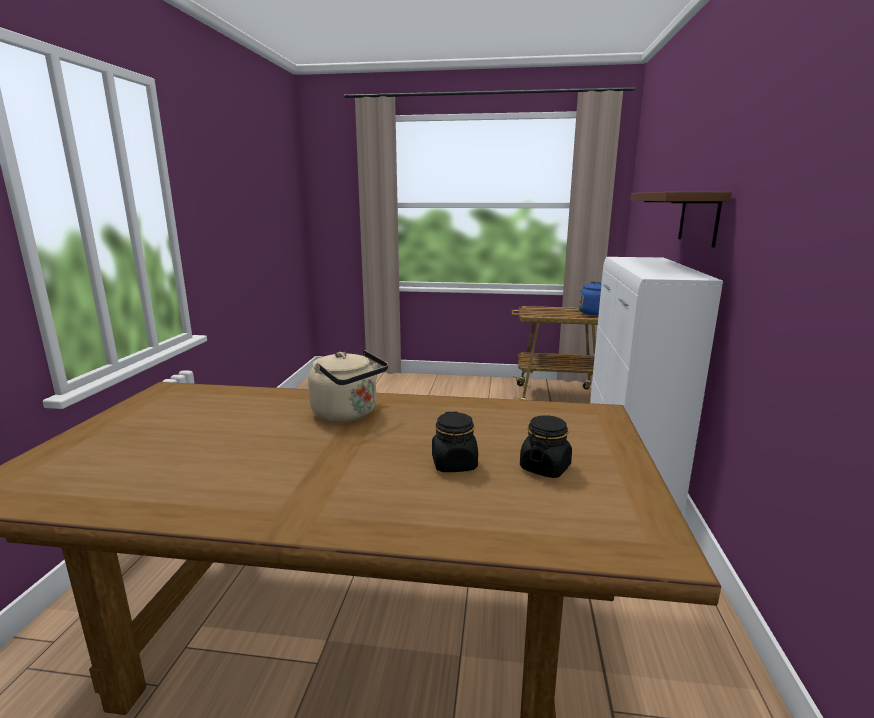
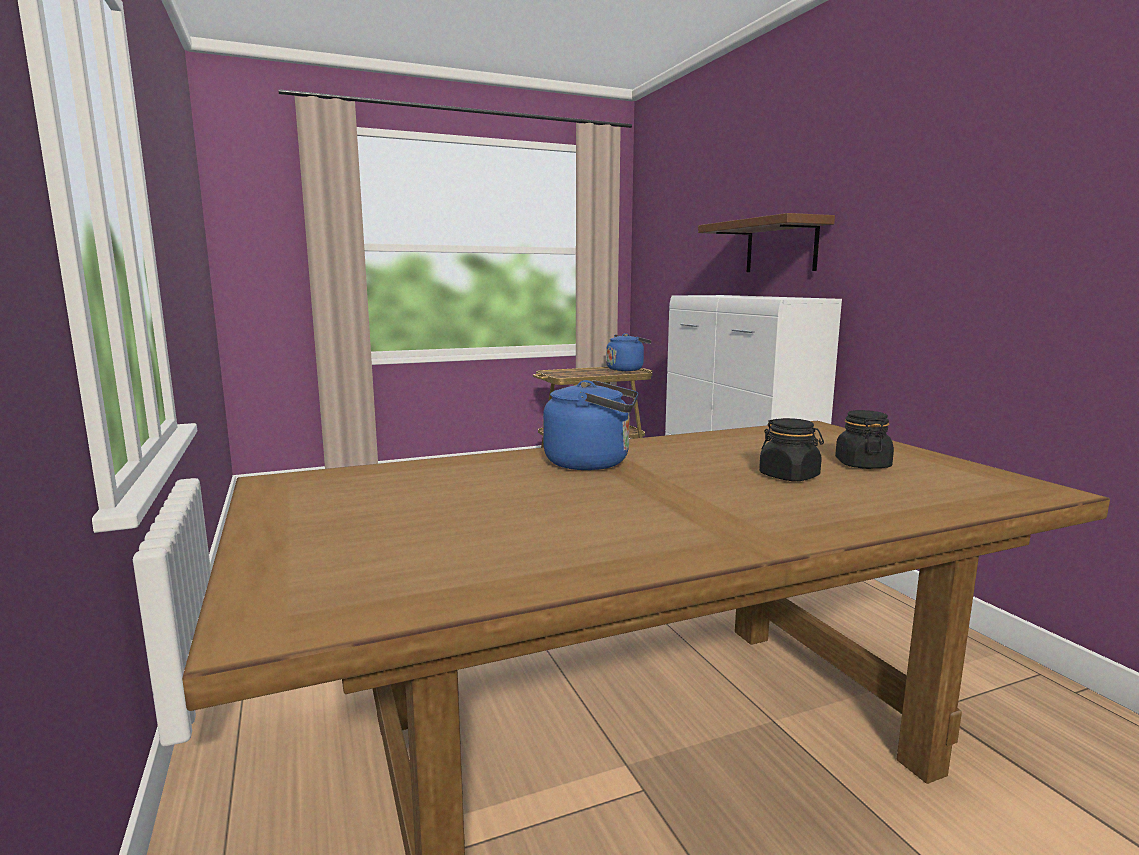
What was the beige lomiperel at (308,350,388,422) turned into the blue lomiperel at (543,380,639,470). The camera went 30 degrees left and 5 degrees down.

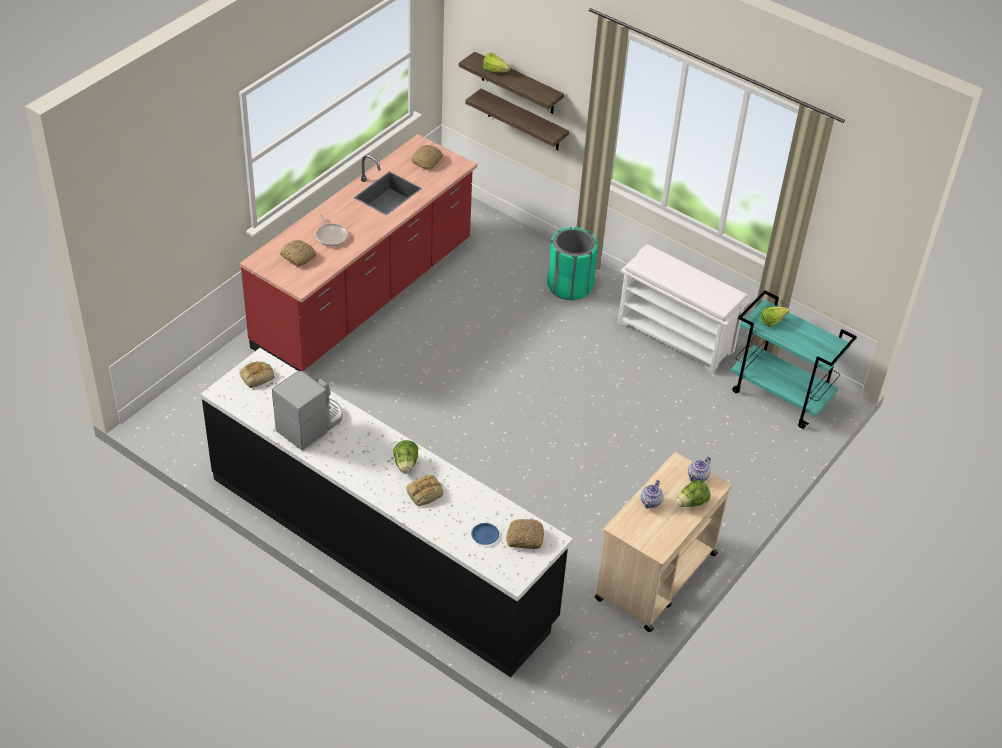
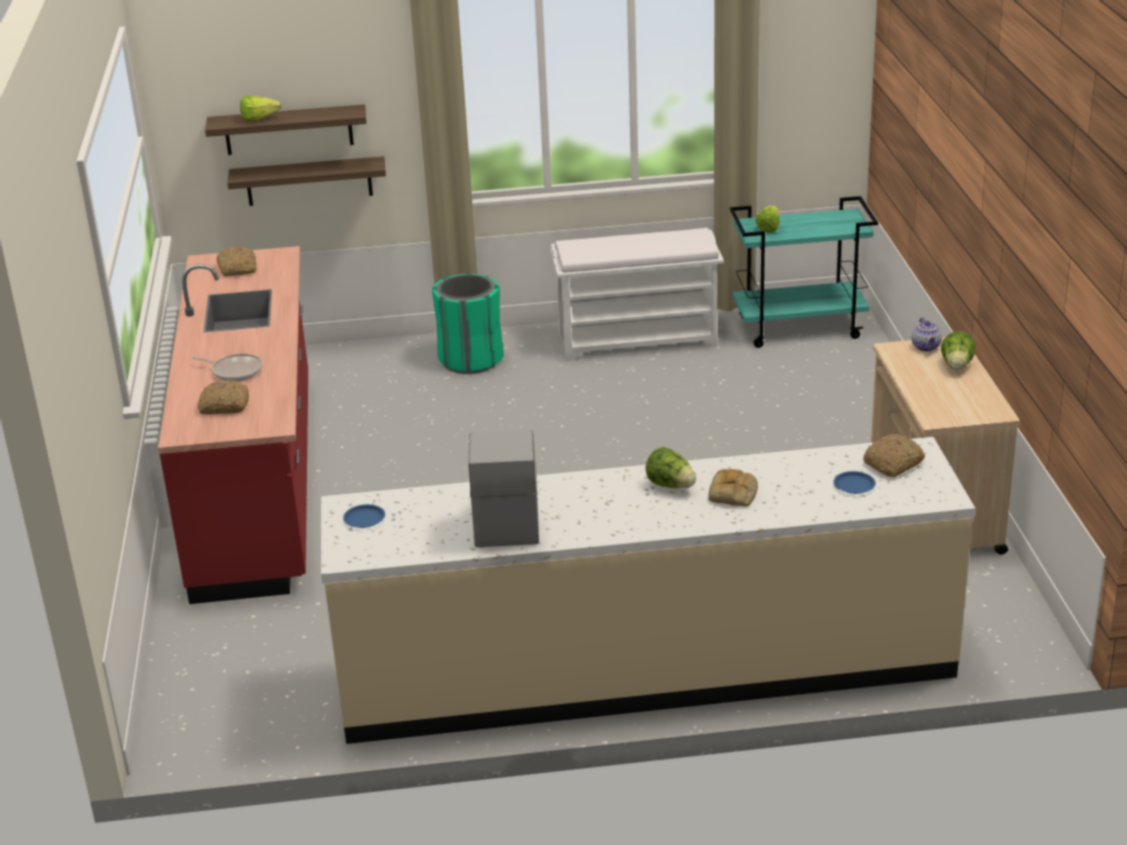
The second view lost the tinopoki at (641,480,663,508). Where the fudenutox stood at (240,361,274,388), the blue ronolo came to stand at (343,504,385,528). What was the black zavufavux at (201,348,573,677) turned into the beige zavufavux at (321,437,975,744). The camera went 40 degrees left and 15 degrees down.

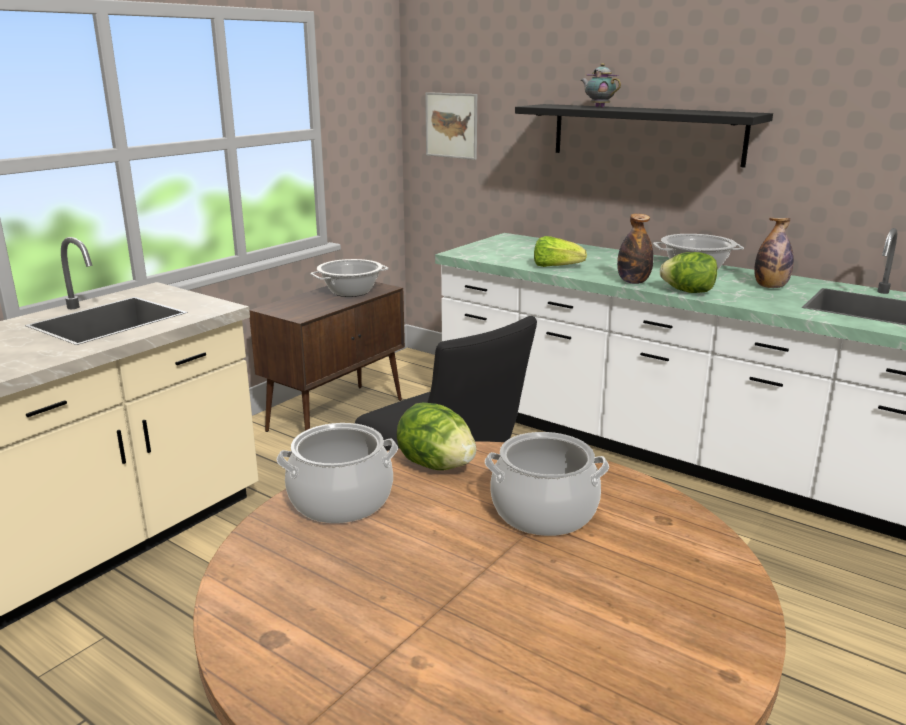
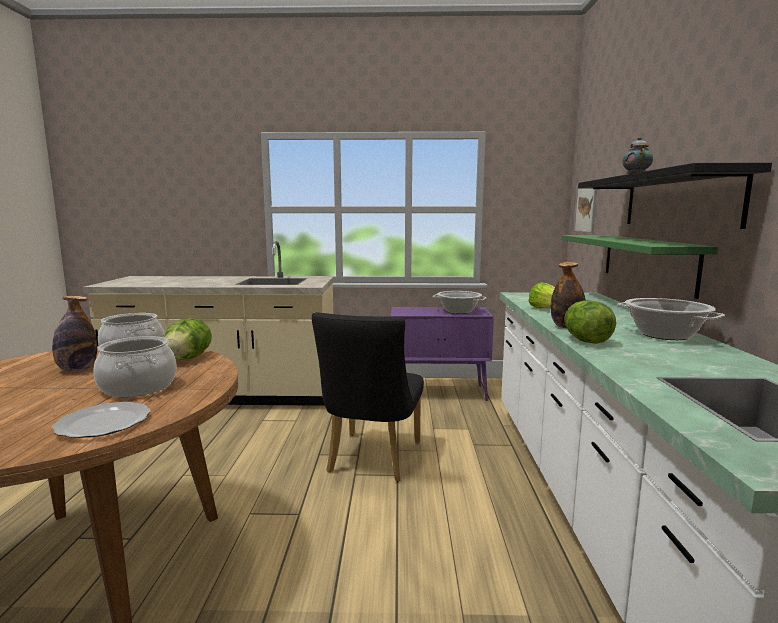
The second view gained the ronolo at (52,402,151,438). The second view gained the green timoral at (561,235,718,299). The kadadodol ended up elsewhere, having gone from (754,218,794,288) to (52,296,97,371). What was the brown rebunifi at (249,282,405,432) turned into the purple rebunifi at (391,307,494,401). The camera went 55 degrees right and 10 degrees down.

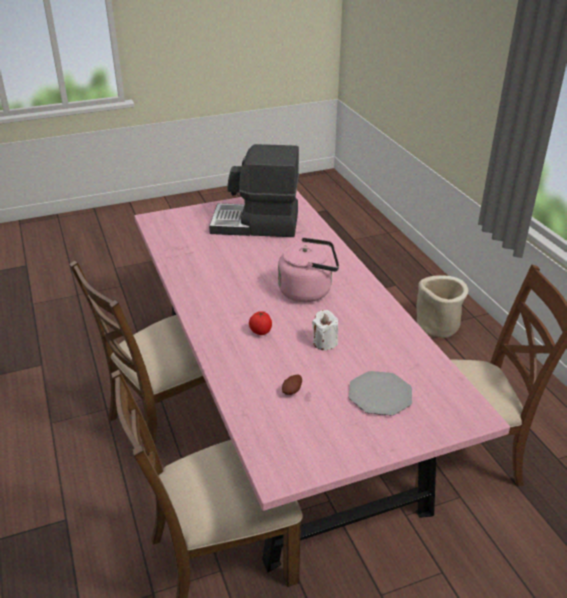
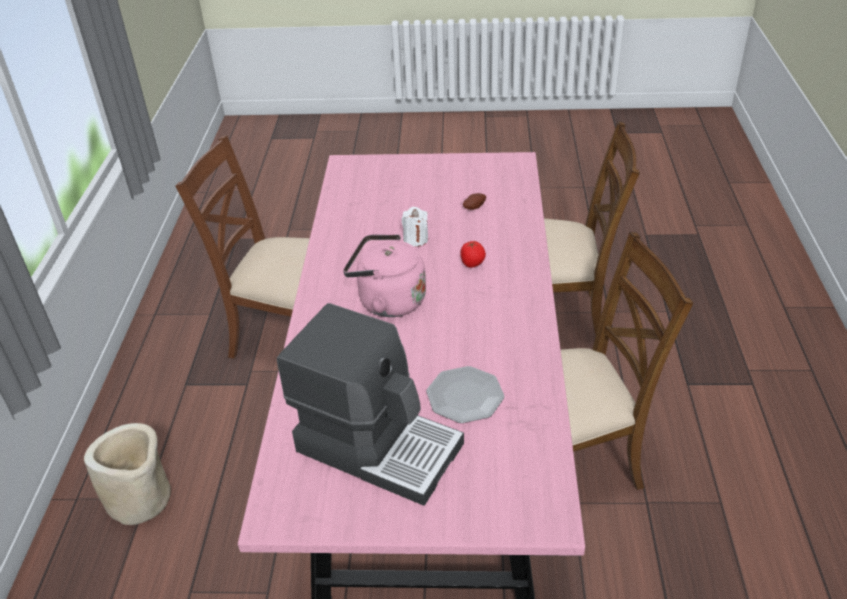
The ronolo ended up elsewhere, having gone from (349,371,412,416) to (426,366,504,423). The camera went 155 degrees left and 5 degrees up.

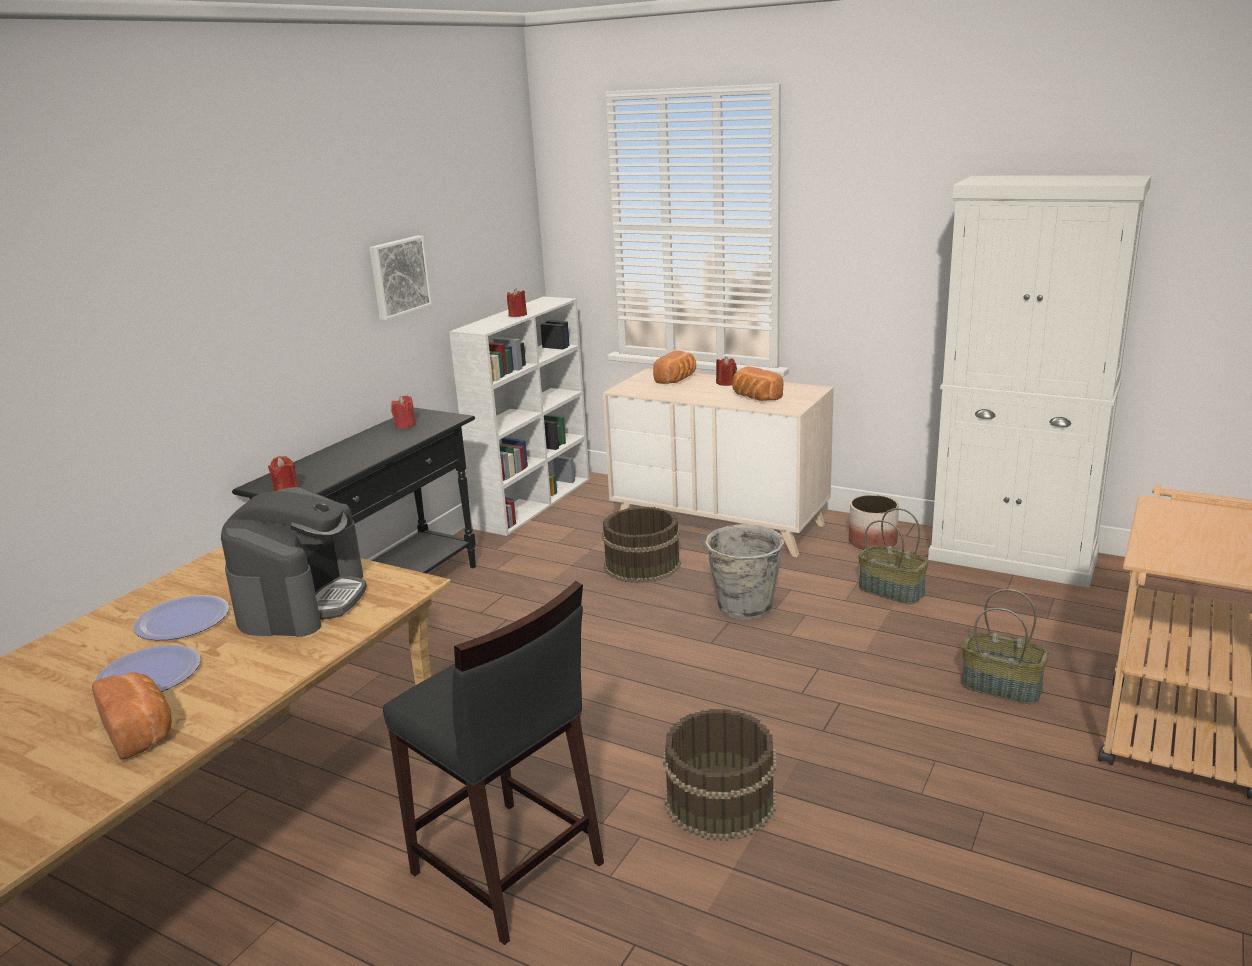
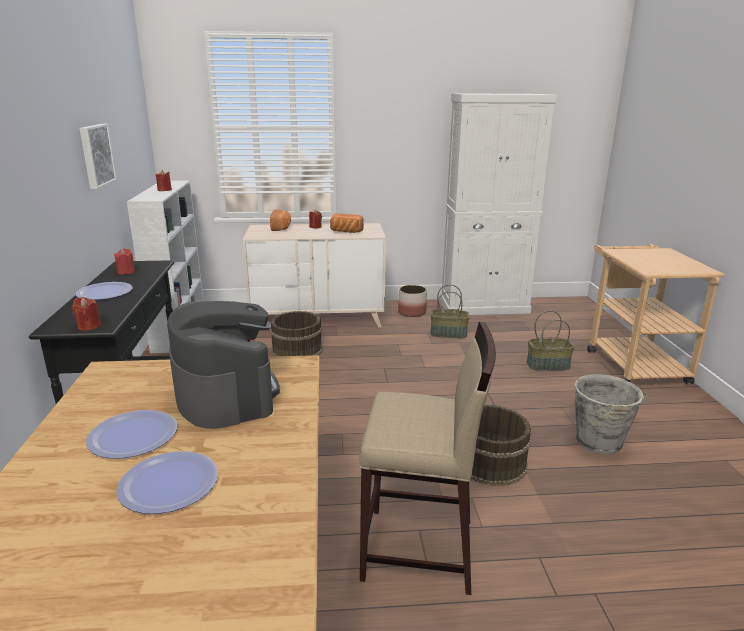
The second view lost the fudenutox at (92,672,172,760). The second view gained the ronolo at (75,282,133,300). The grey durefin ended up elsewhere, having gone from (701,524,784,620) to (574,374,647,455). What was the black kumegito at (383,581,604,945) turned into the beige kumegito at (359,322,496,595). The camera went 35 degrees left and 0 degrees up.

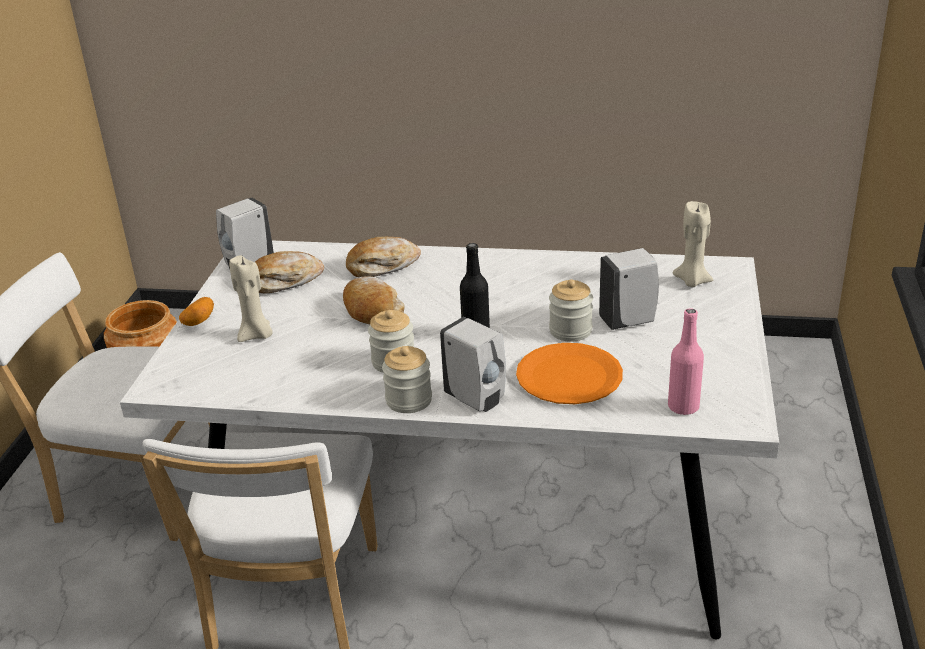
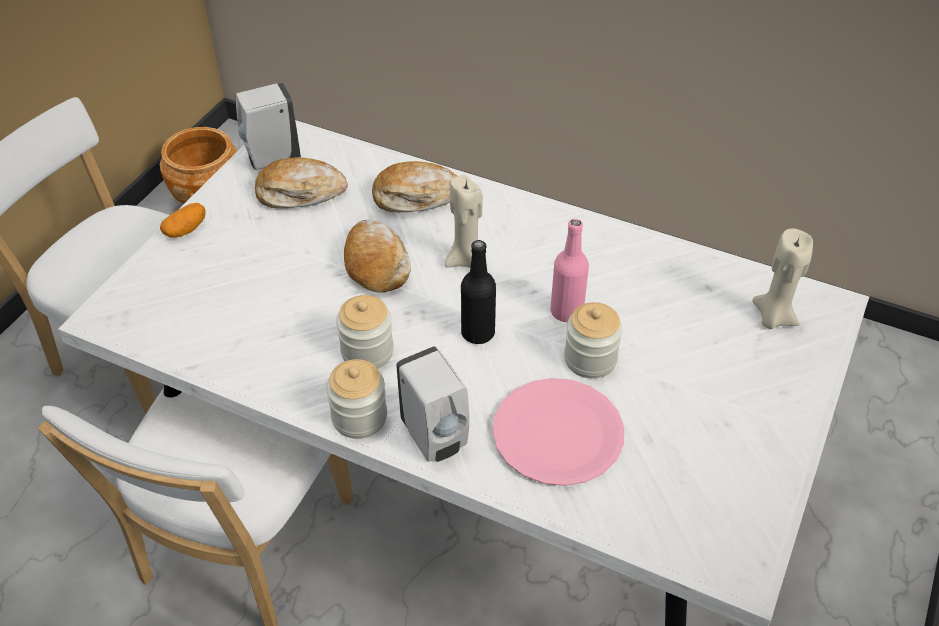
The second view lost the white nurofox at (599,248,659,330). The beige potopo ended up elsewhere, having gone from (229,255,273,342) to (444,175,483,268). The pink kadadodol ended up elsewhere, having gone from (668,309,704,415) to (550,219,589,322). What was the orange ronolo at (516,343,623,404) turned into the pink ronolo at (492,378,624,486). The camera went 15 degrees right and 15 degrees up.

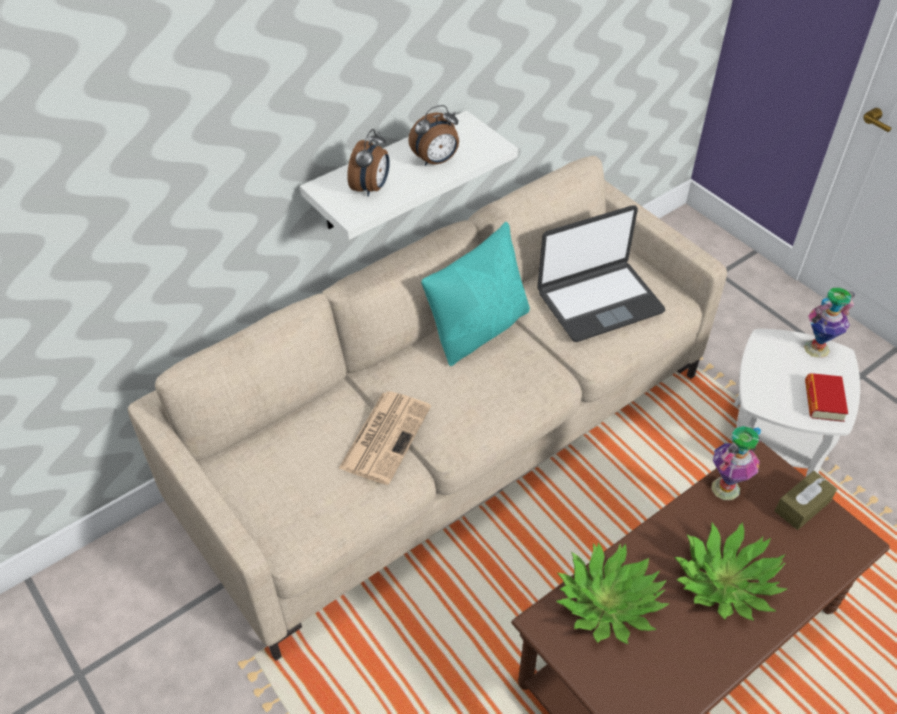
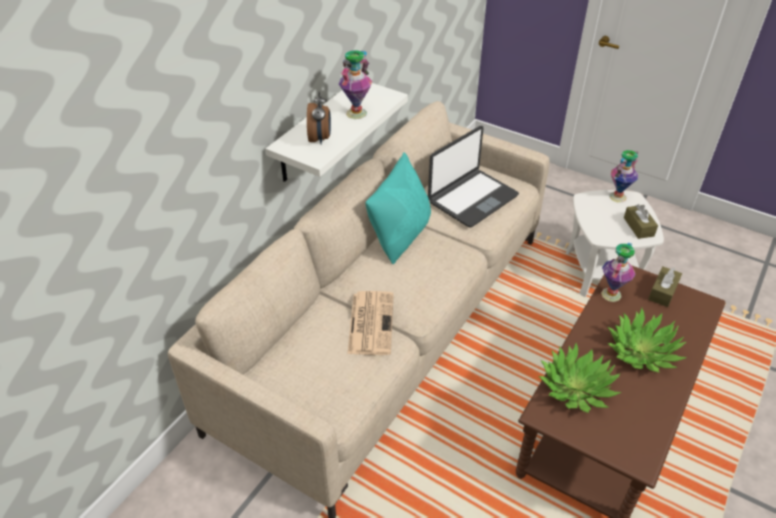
Where the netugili stood at (408,105,459,166), the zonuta came to stand at (339,50,372,119). Where the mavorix stood at (805,373,848,422), the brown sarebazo came to stand at (624,204,658,239). The camera went 20 degrees left and 5 degrees down.

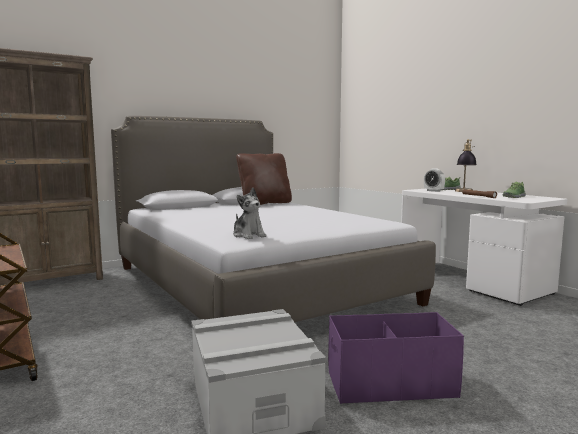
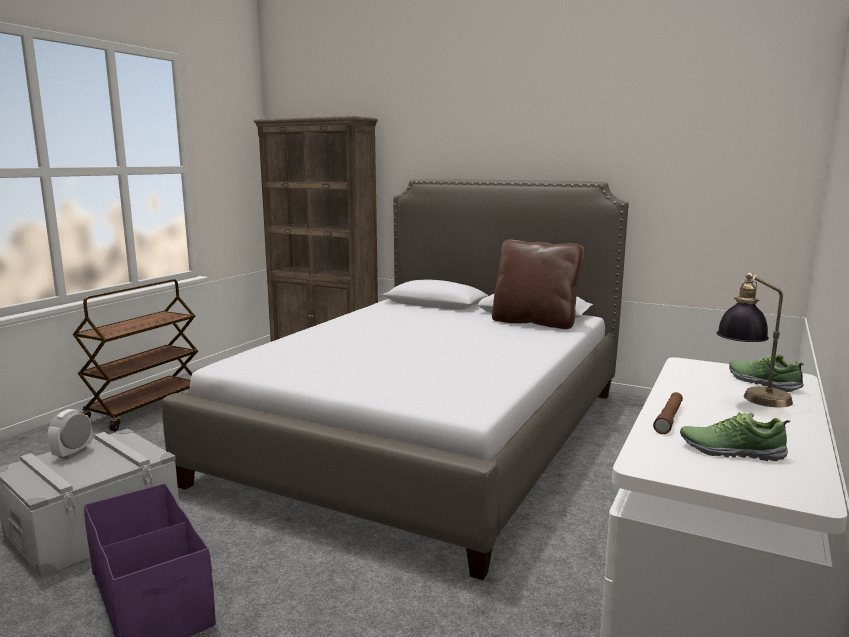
The second view lost the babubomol at (233,188,267,239). The netugili ended up elsewhere, having gone from (424,168,445,192) to (48,409,92,459). The camera went 60 degrees right and 5 degrees up.

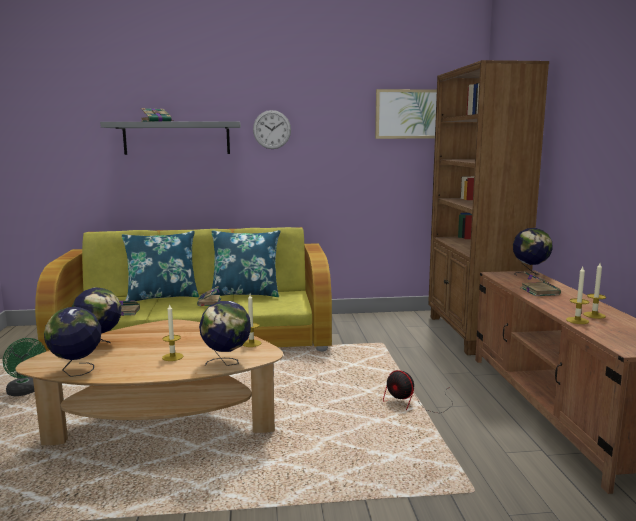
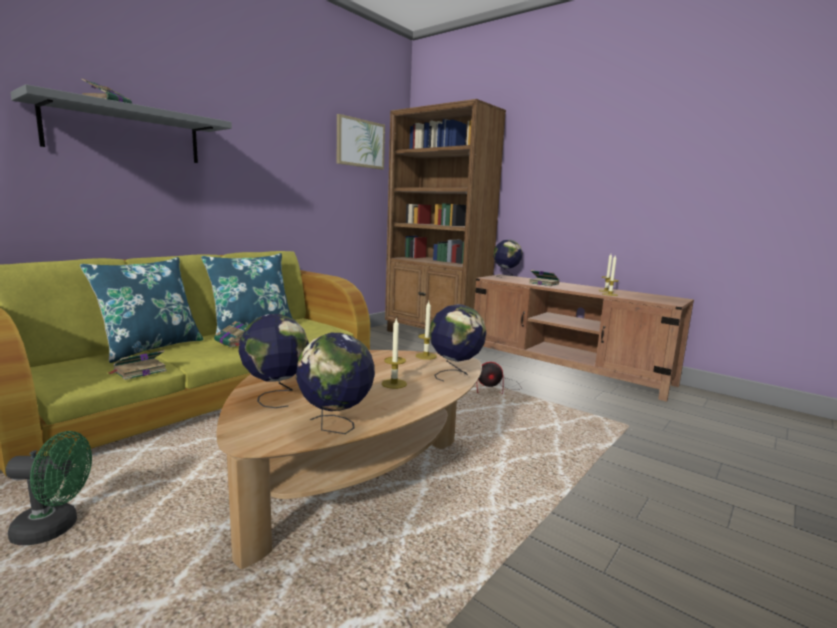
The second view lost the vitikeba at (253,110,291,149). The camera went 45 degrees left and 0 degrees up.

